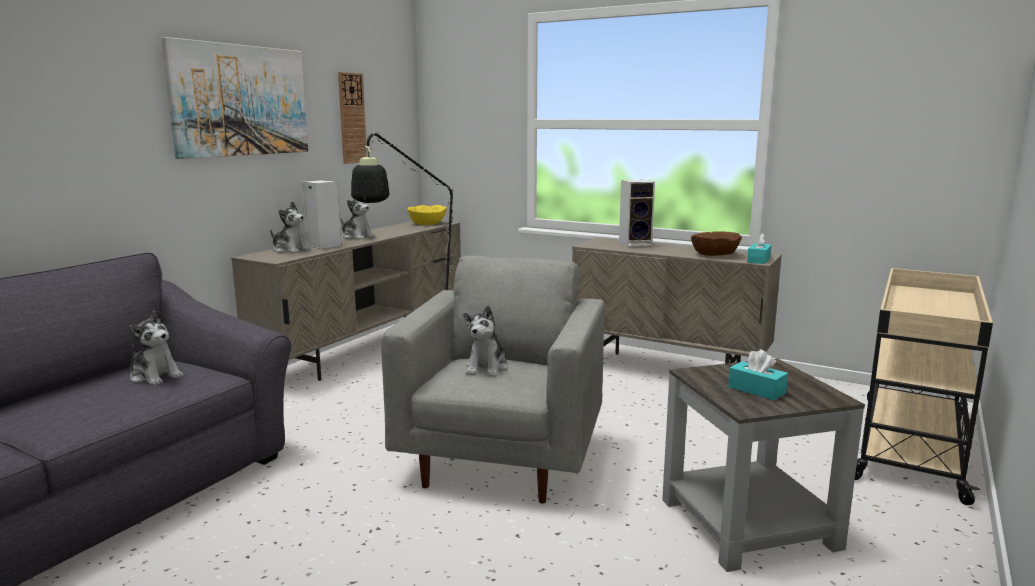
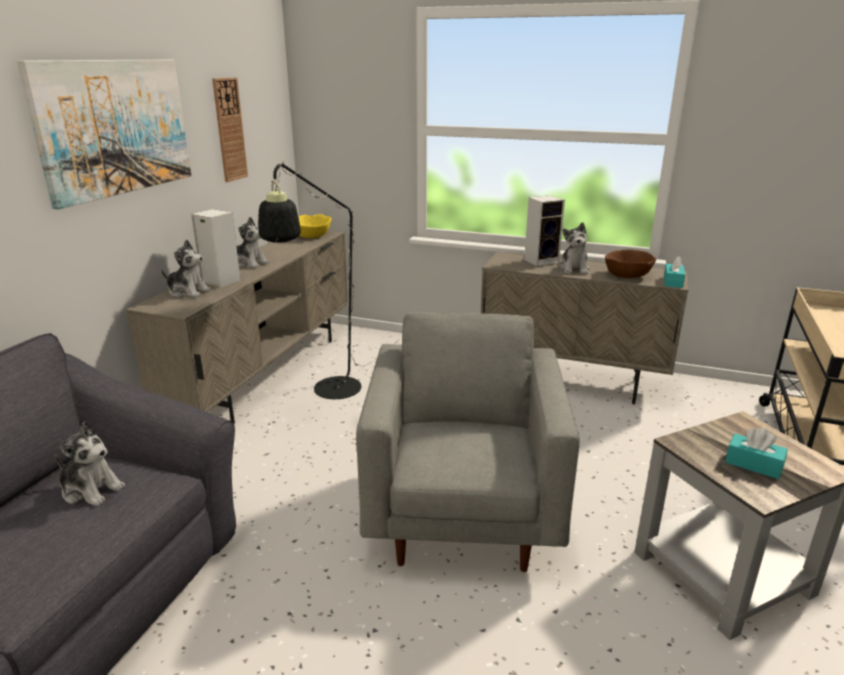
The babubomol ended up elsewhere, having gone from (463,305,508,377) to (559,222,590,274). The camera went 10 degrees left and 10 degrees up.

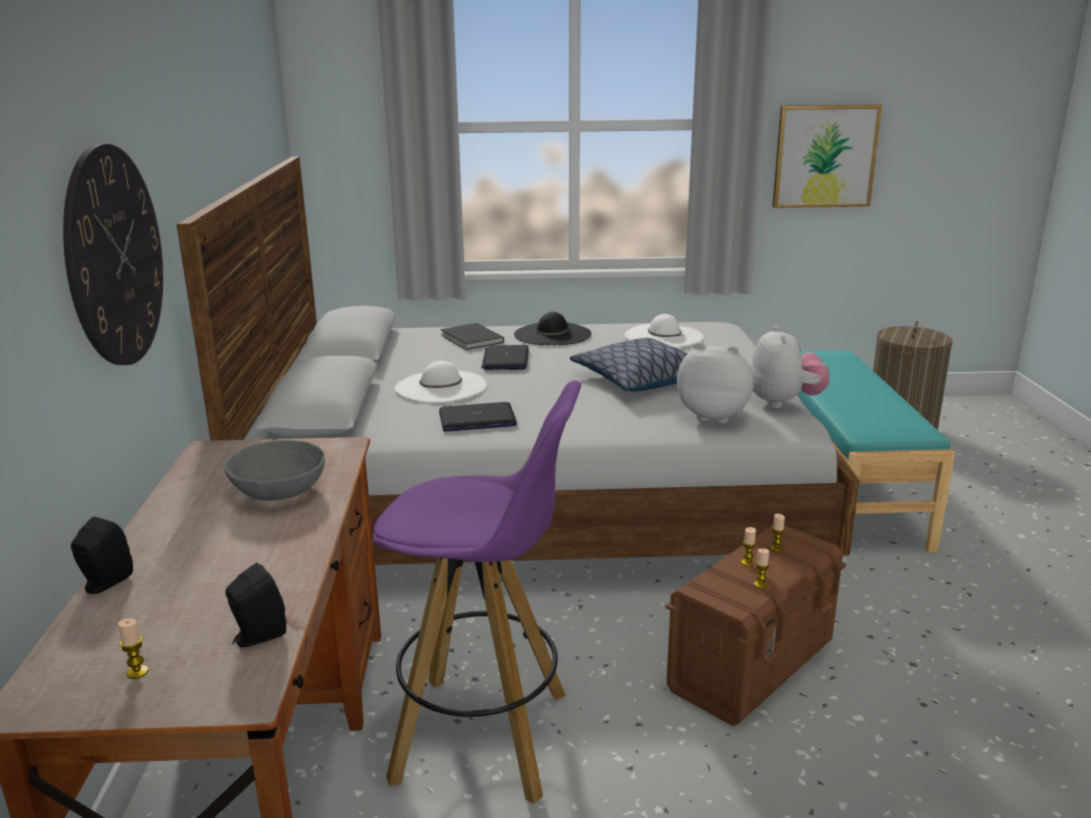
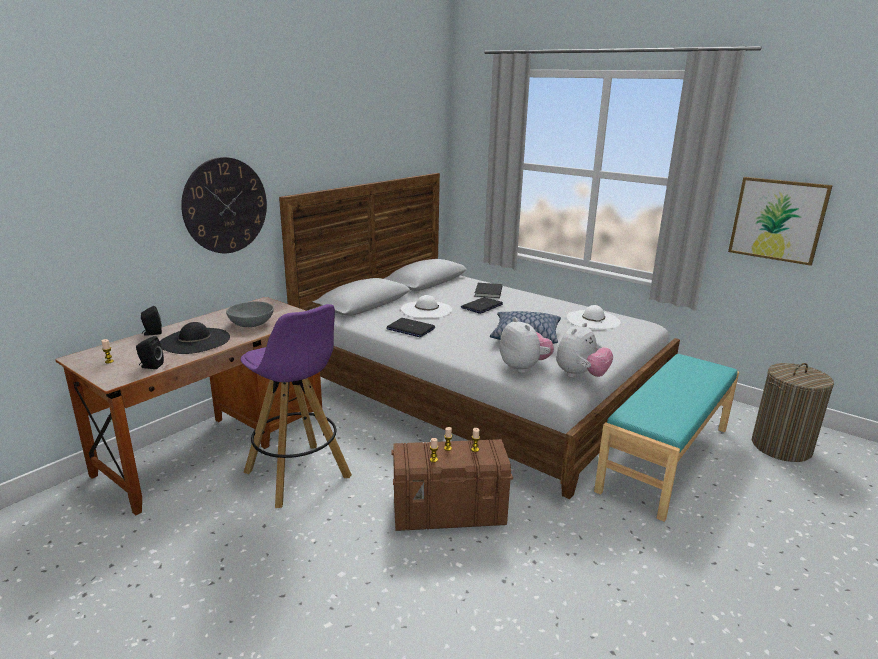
The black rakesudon ended up elsewhere, having gone from (514,312,591,345) to (160,322,230,354). The camera went 40 degrees right and 0 degrees up.

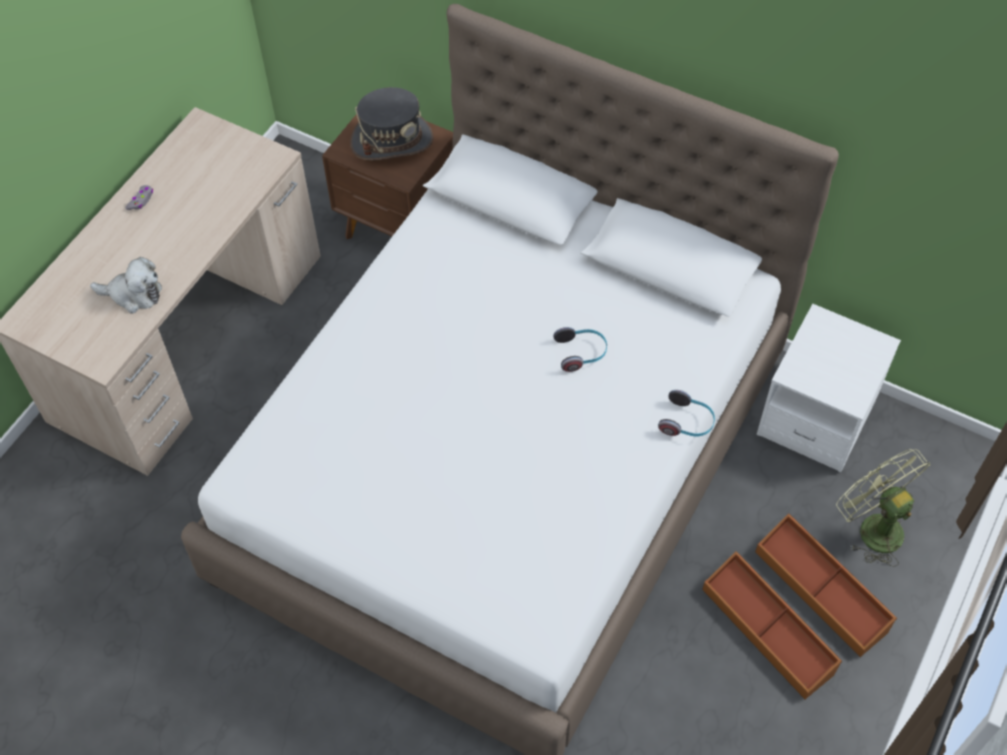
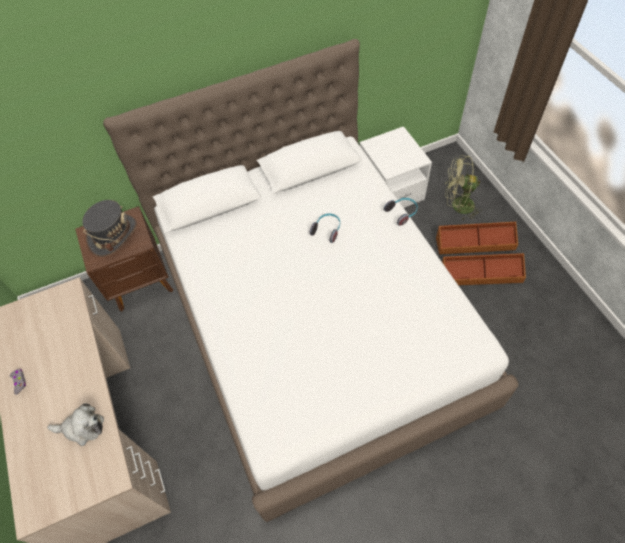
The babubomol at (90,257,162,313) ended up facing another way, 45 degrees clockwise from before. The camera went 50 degrees left and 0 degrees up.

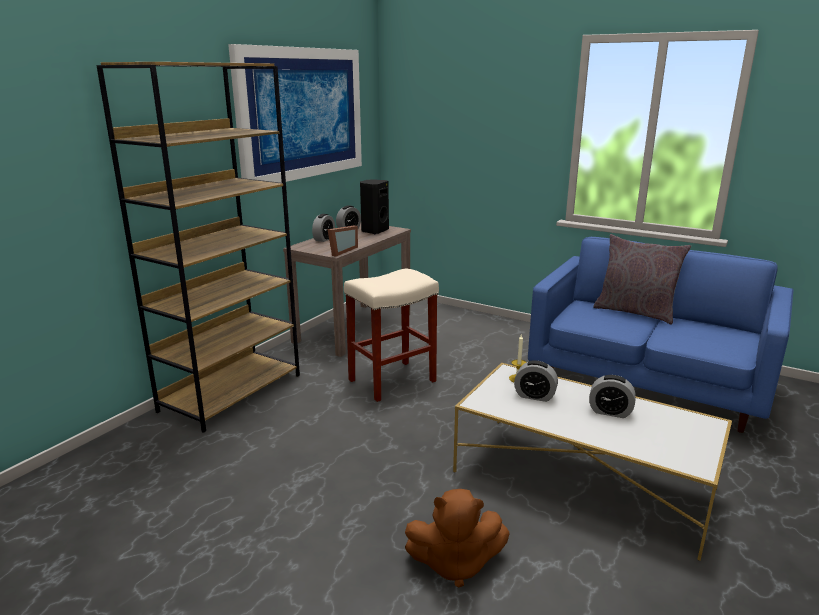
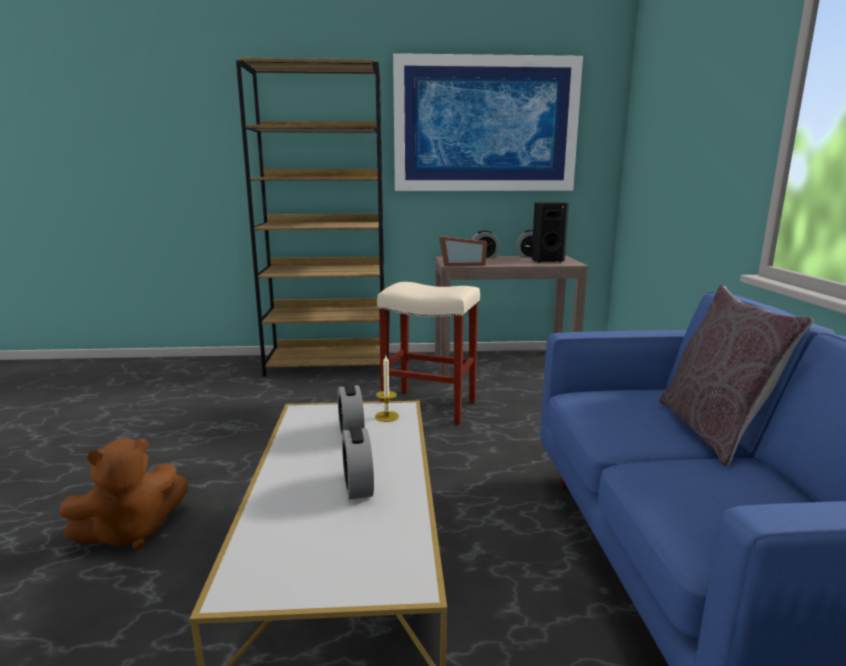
The brown babubomol at (405,489,510,588) ended up facing another way, 90 degrees counterclockwise from before. The camera went 55 degrees right and 5 degrees down.

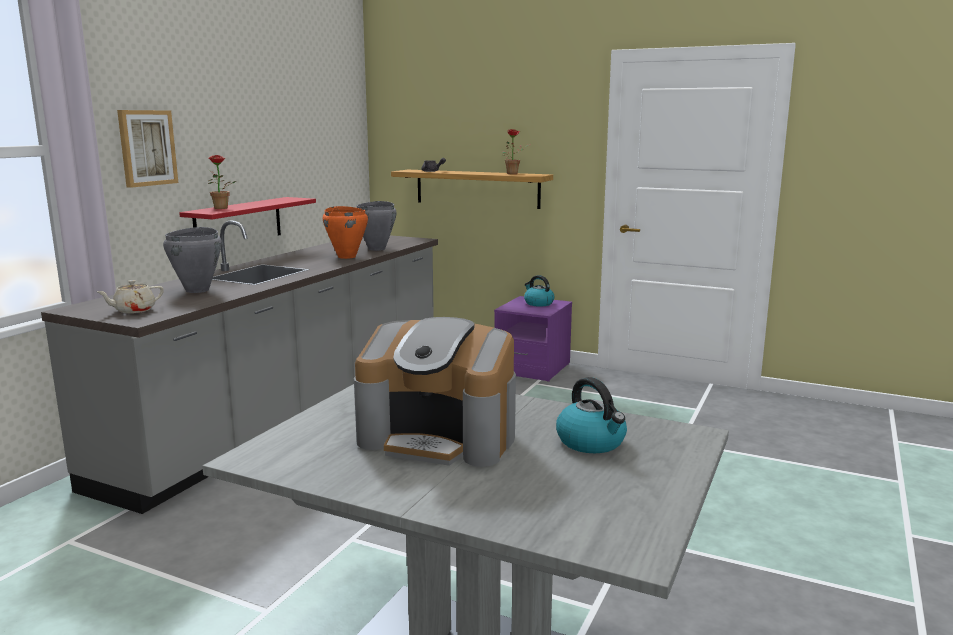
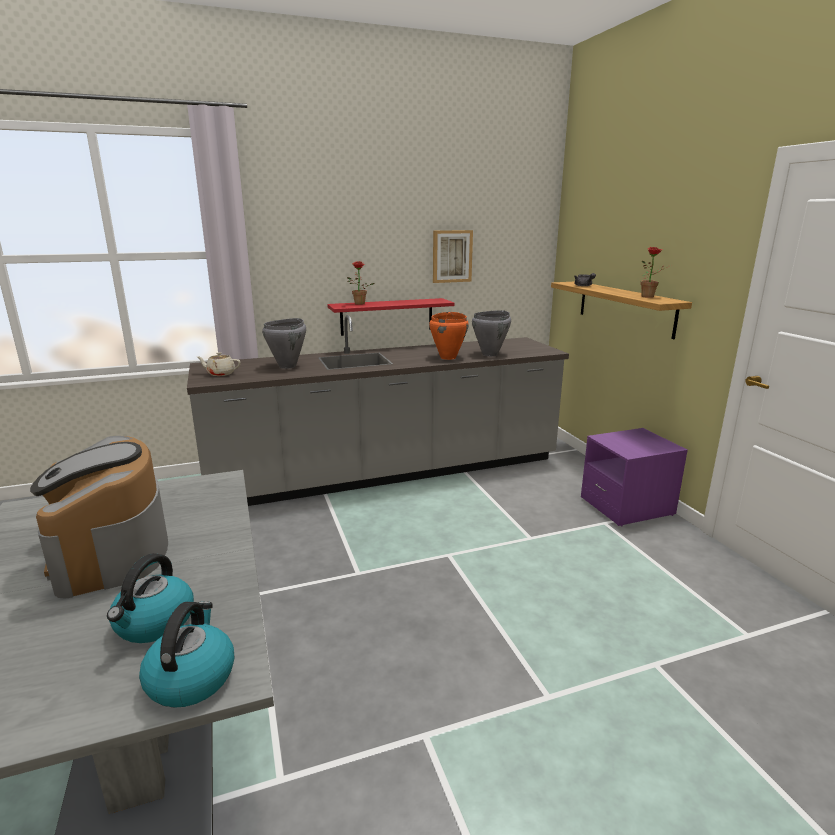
The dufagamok ended up elsewhere, having gone from (117,110,178,188) to (433,230,473,283). The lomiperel ended up elsewhere, having gone from (524,275,555,307) to (139,602,234,708). The camera went 45 degrees right and 5 degrees up.

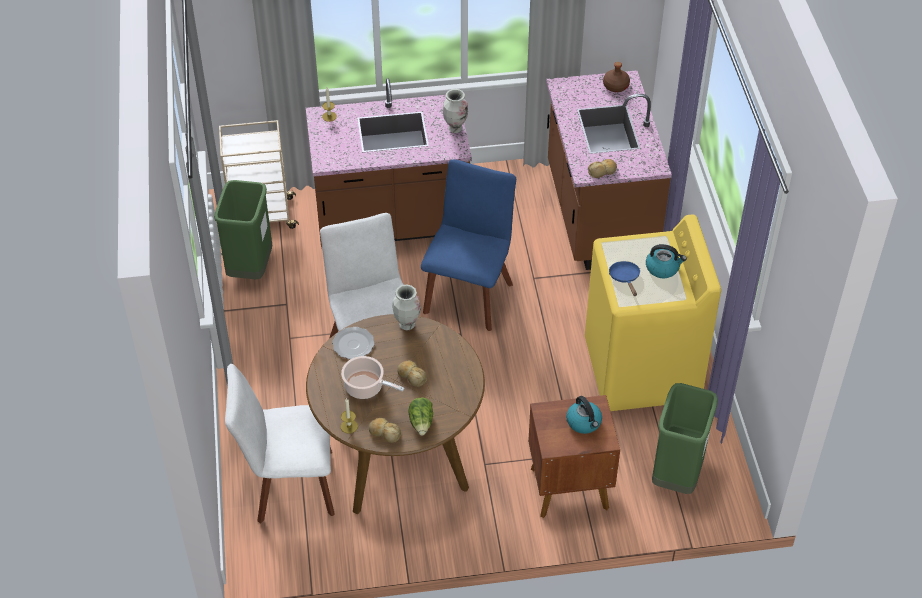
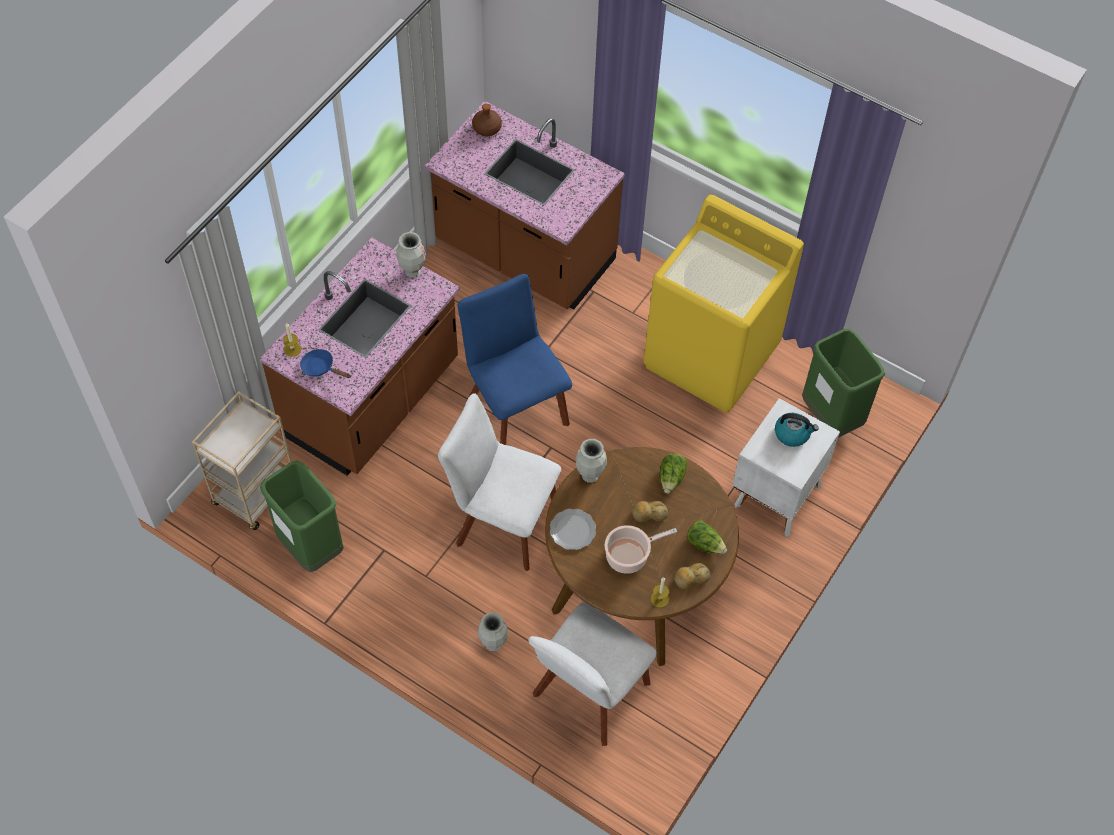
The second view lost the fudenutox at (588,159,617,178). The second view lost the lomiperel at (646,244,687,278). The second view gained the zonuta at (478,612,508,651). The second view gained the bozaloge at (660,453,687,494). The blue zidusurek ended up elsewhere, having gone from (609,261,640,296) to (300,349,351,378). What was the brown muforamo at (528,395,620,518) turned into the white muforamo at (732,398,840,536). The camera went 50 degrees left and 10 degrees up.

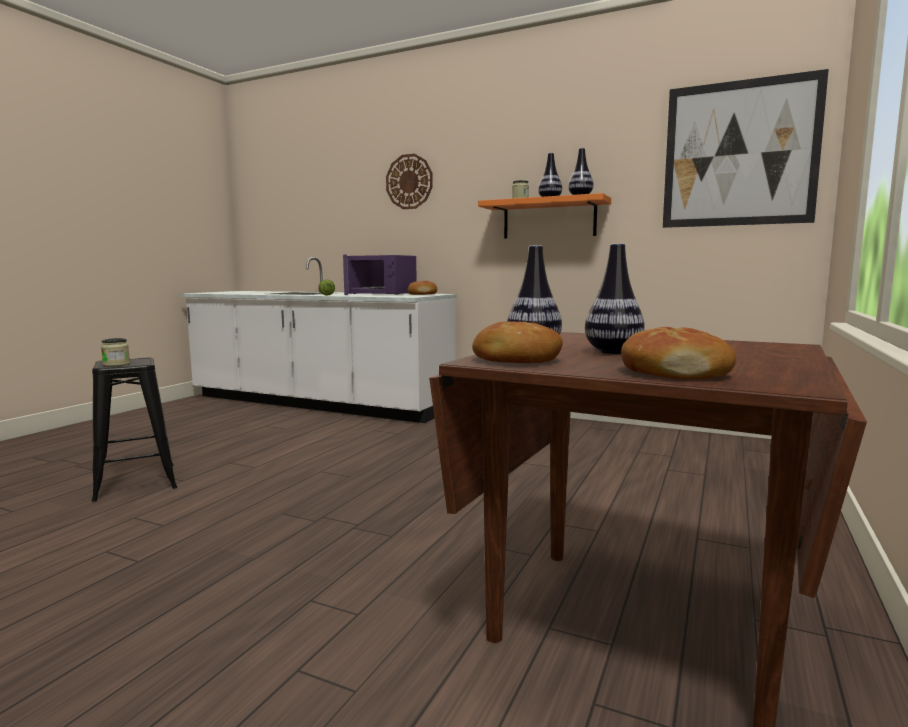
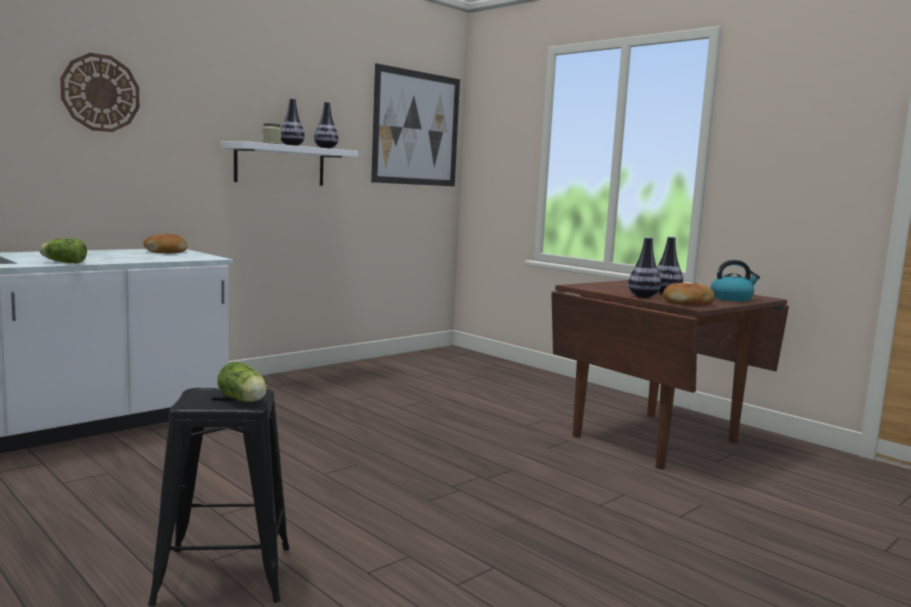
The second view lost the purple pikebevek at (343,255,417,295). Where the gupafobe stood at (101,338,130,366), the bozaloge came to stand at (217,362,267,402). Where the fudenutox stood at (621,327,736,379), the lomiperel came to stand at (711,260,760,302). What was the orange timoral at (478,193,611,239) turned into the white timoral at (220,141,358,186). The camera went 70 degrees left and 0 degrees up.

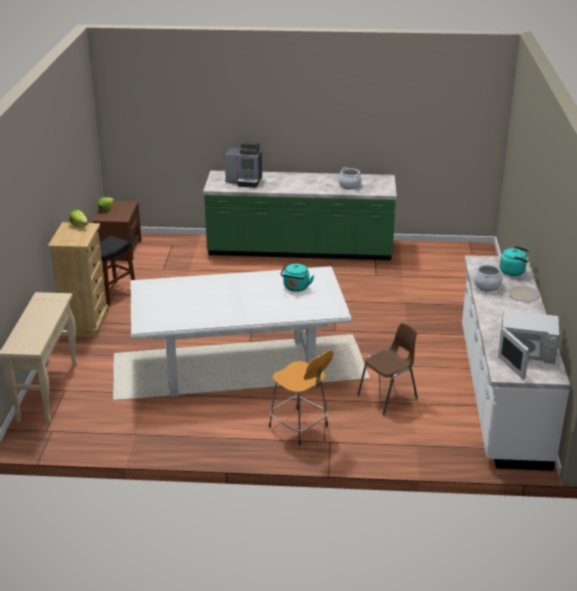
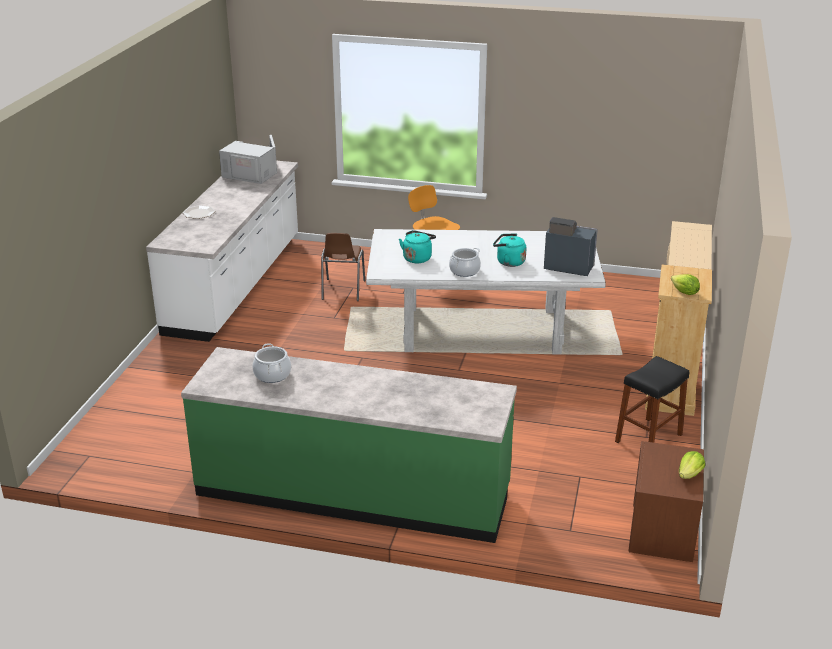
The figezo ended up elsewhere, having gone from (225,141,262,188) to (544,217,598,276). The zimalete ended up elsewhere, having gone from (474,264,503,291) to (449,248,481,277). The turquoise lomiperel ended up elsewhere, having gone from (500,246,530,276) to (493,233,526,267). The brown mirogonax at (357,323,418,415) ended up facing another way, 60 degrees counterclockwise from before. The camera went 170 degrees left and 0 degrees up.

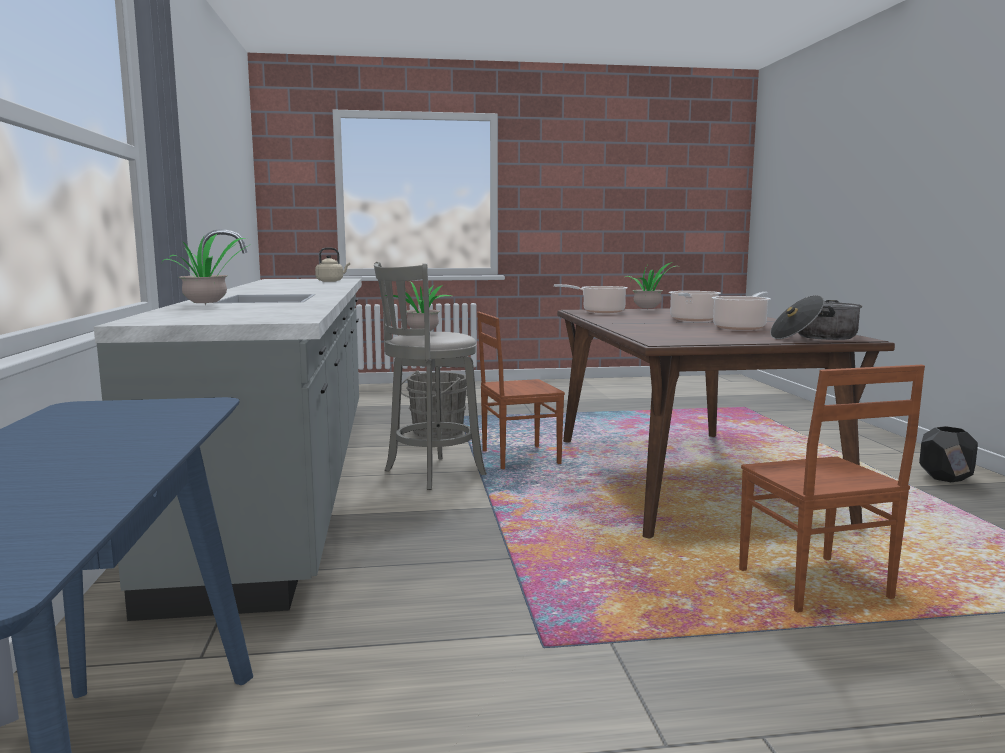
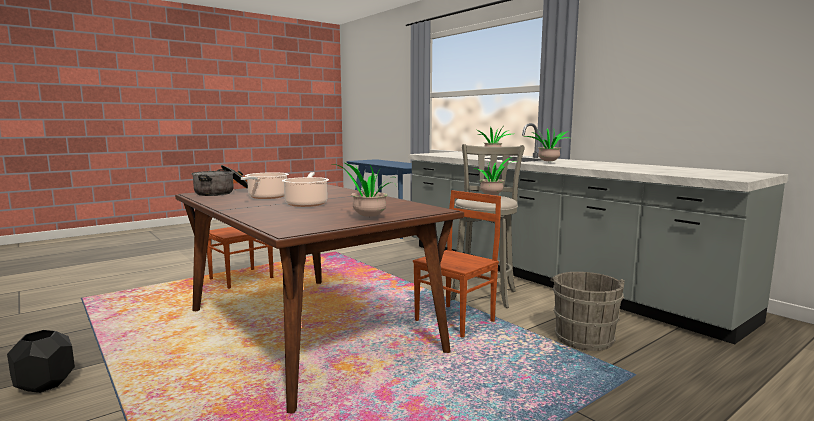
The second view lost the beige lomiperel at (315,247,350,282). The second view lost the zimalete at (554,284,628,313). The second view gained the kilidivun at (525,128,569,161). The camera went 150 degrees right and 0 degrees up.

